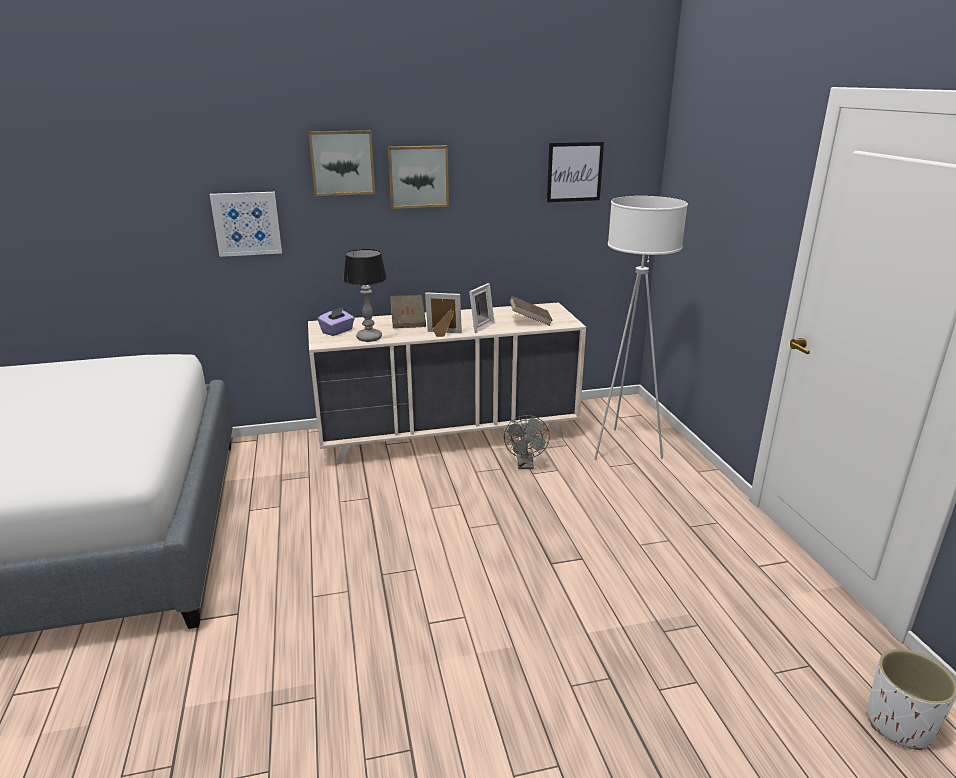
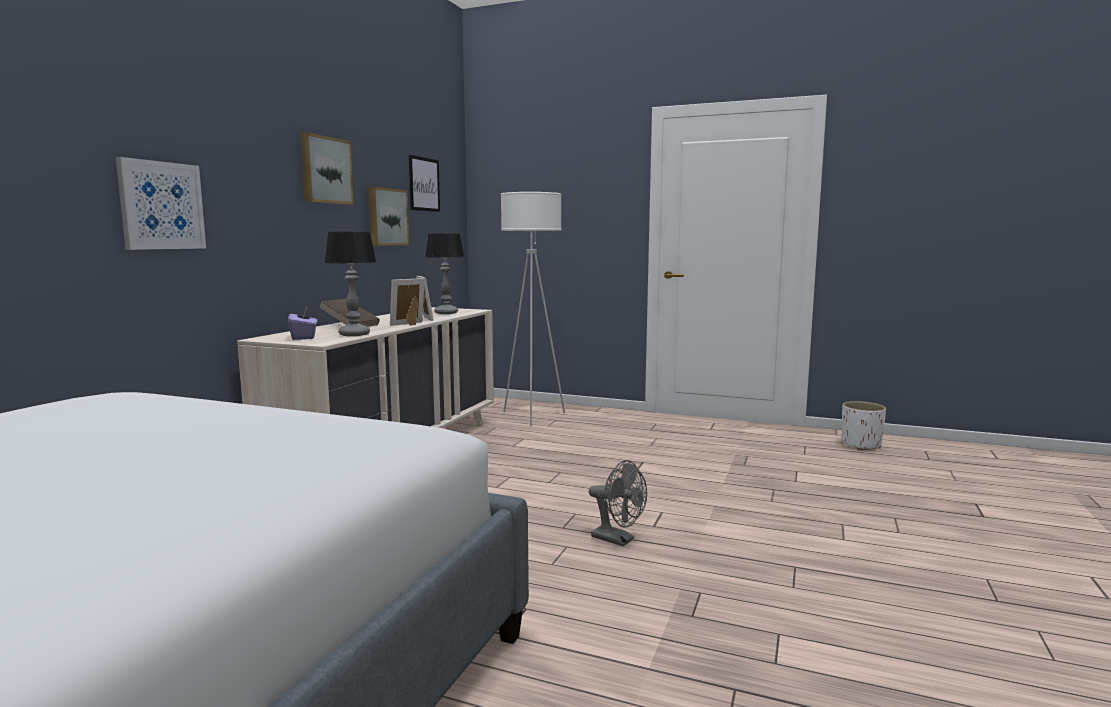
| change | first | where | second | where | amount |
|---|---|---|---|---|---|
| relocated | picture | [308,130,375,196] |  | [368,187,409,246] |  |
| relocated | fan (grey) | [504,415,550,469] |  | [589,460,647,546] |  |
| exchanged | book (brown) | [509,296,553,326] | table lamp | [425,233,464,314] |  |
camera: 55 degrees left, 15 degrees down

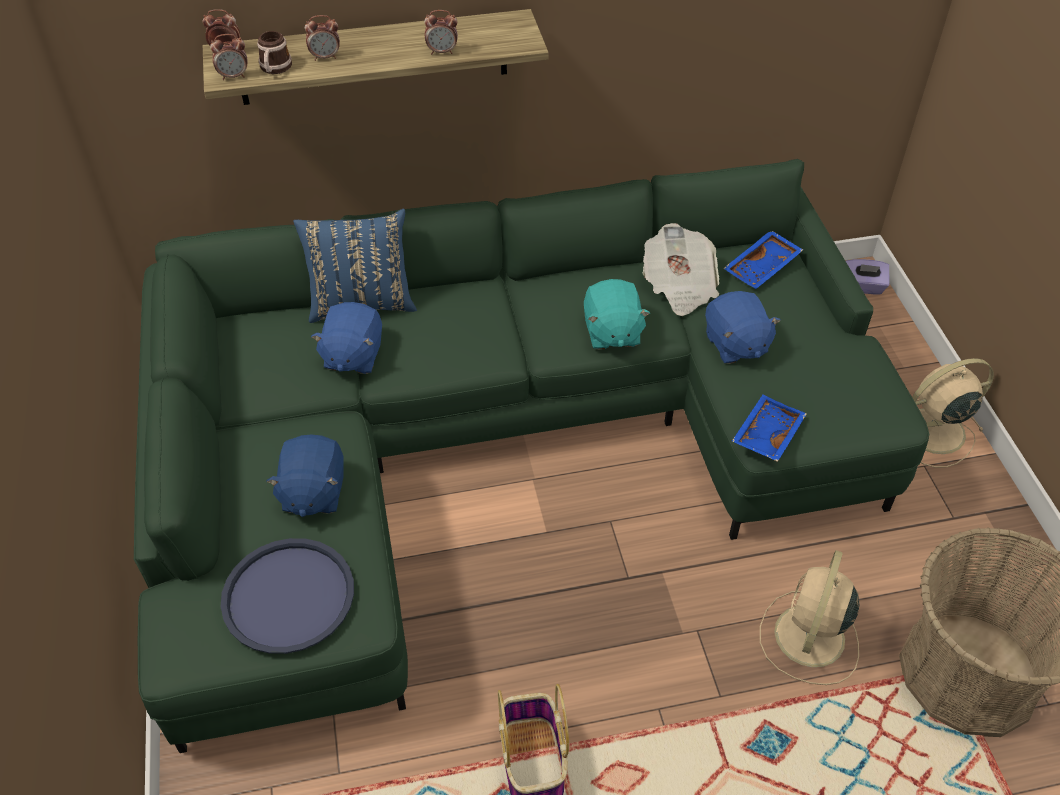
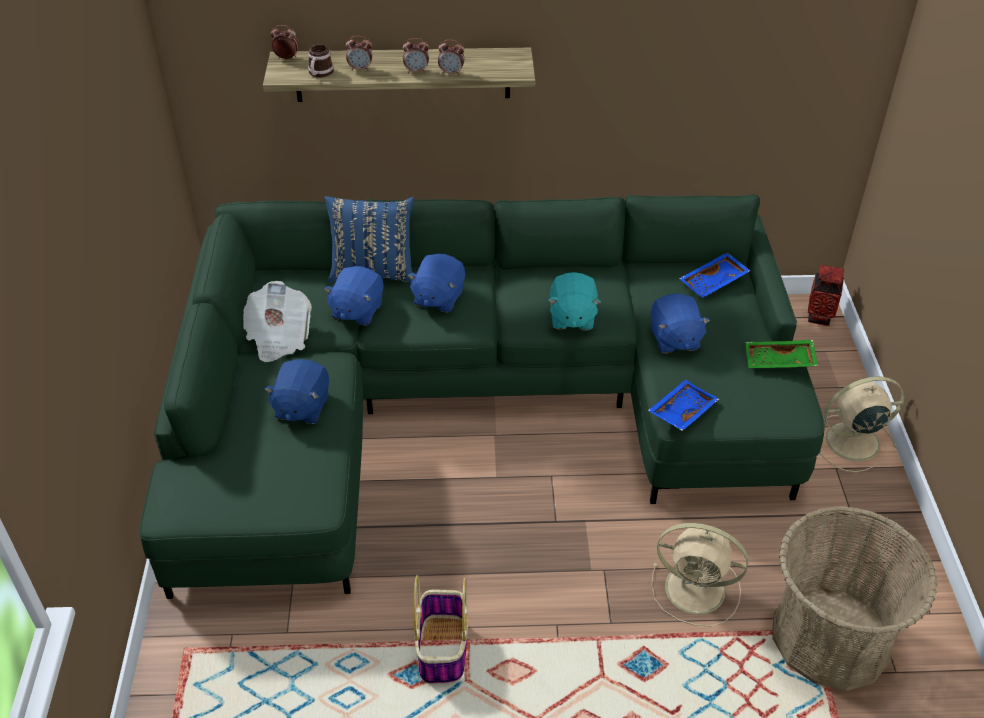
| change | first | where | second | where | amount |
|---|---|---|---|---|---|
| missing | tray (blue) | [221,538,354,654] |  |  |  |
| appeared |  |  | plush toy (blue) | [407,254,465,313] |  |
| appeared |  |  | tray (green) | [745,340,818,368] |  |
| relocated | alarm clock | [210,34,248,80] |  | [403,38,429,73] |  |
| relocated | newspaper | [642,223,719,316] |  | [243,281,312,362] |  |
| exchanged | tissue box (purple) | [846,259,890,295] | vase | [808,265,844,326] |  |
| spun | fan (beige) | [760,550,859,685] |  | [651,523,749,626] | 105 degrees counterclockwise |
camera: 10 degrees right, 5 degrees down

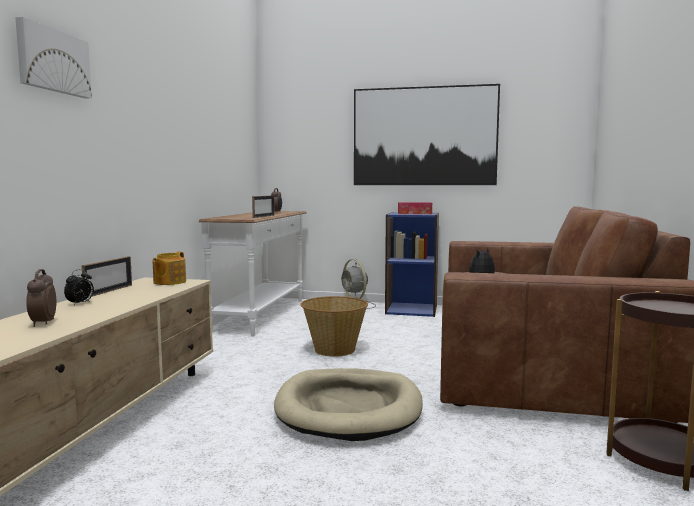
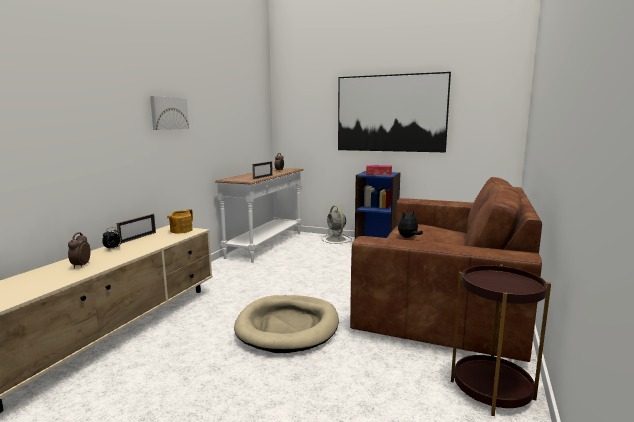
| change | first | where | second | where | amount |
|---|---|---|---|---|---|
| missing | basket | [300,296,368,357] |  |  |  |
| relocated | picture | [15,17,92,99] |  | [150,96,189,130] |  |
camera: 10 degrees right, 5 degrees up

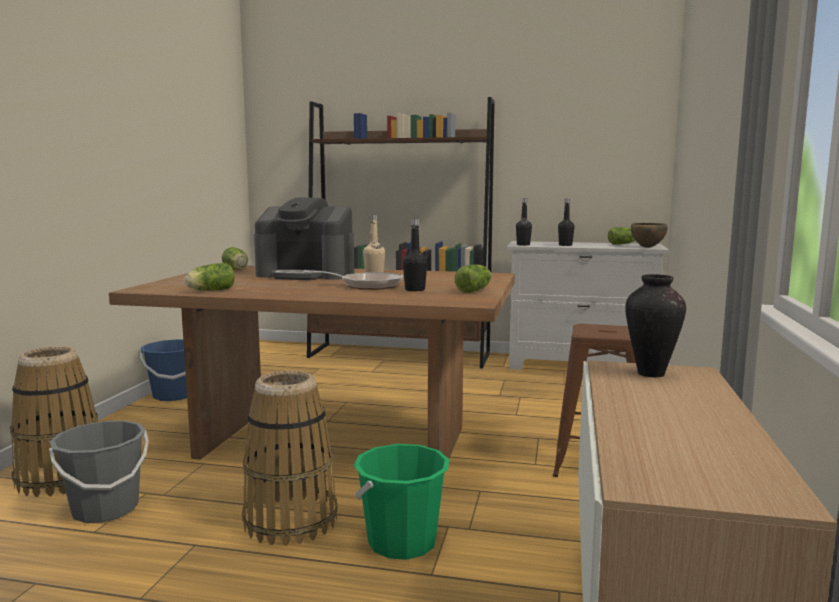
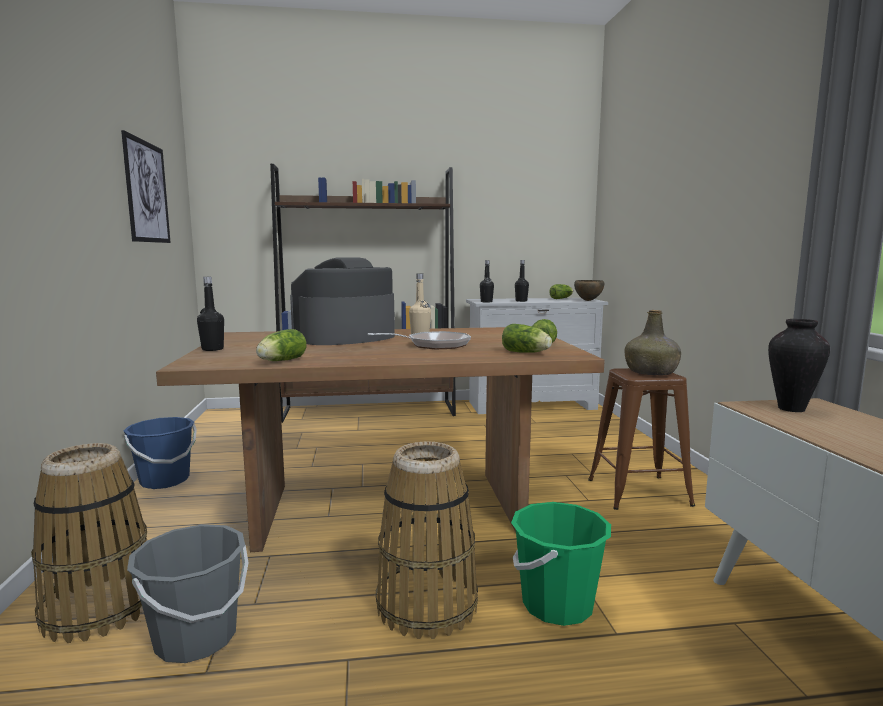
| change | first | where | second | where | amount |
|---|---|---|---|---|---|
| appeared |  |  | picture | [121,130,171,243] |  |
| appeared |  |  | bottle (green) | [625,310,681,375] |  |
| relocated | lettuce | [222,247,248,270] |  | [502,324,552,353] |  |
| relocated | bottle (black) | [403,219,427,291] |  | [197,277,224,351] |  |
| spun | coffee machine | [254,198,354,280] |  | [290,257,395,345] | 150 degrees clockwise |
camera: 20 degrees left, 0 degrees up

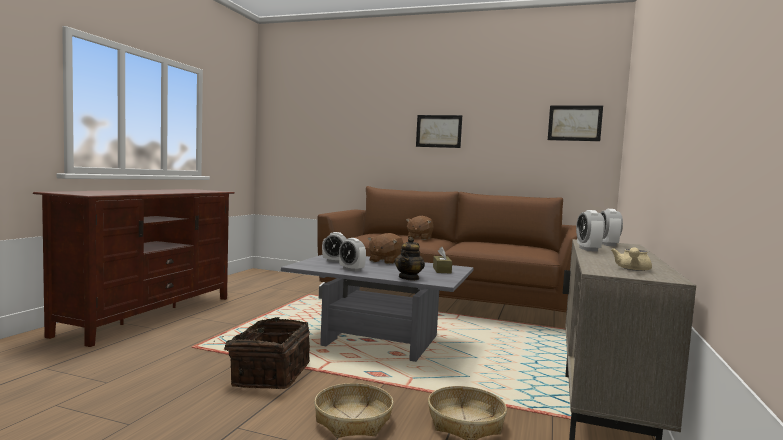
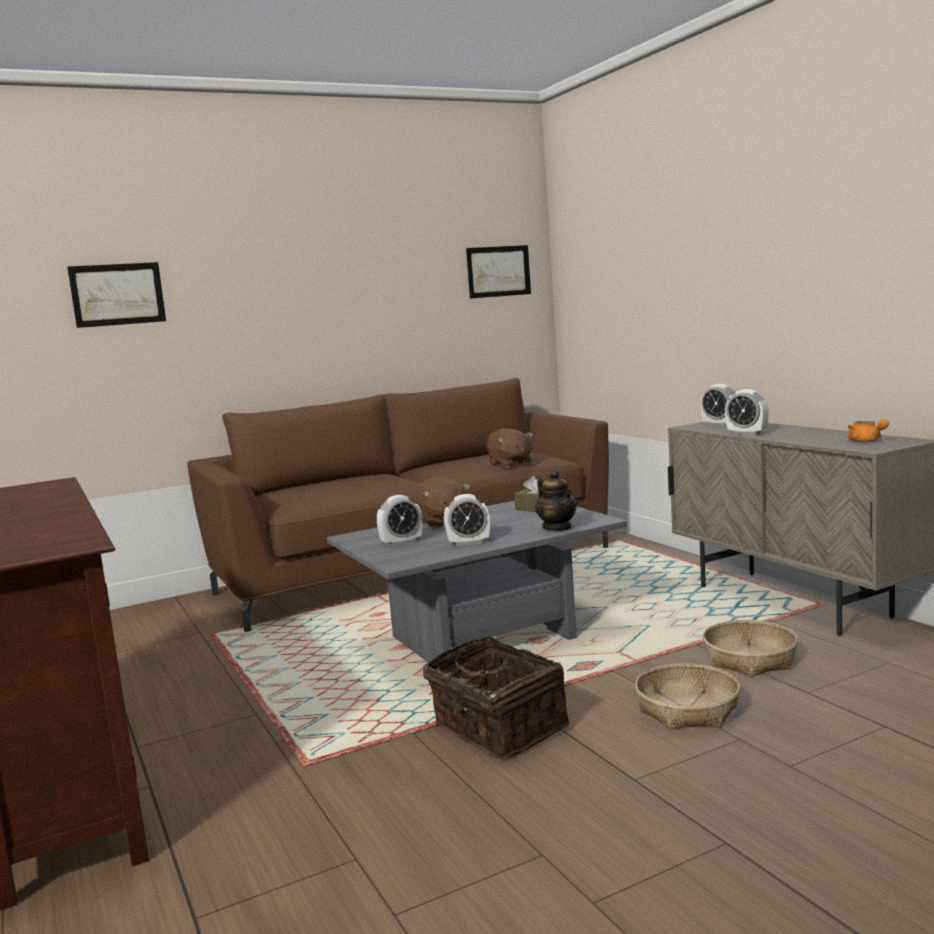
| change | first | where | second | where | amount |
|---|---|---|---|---|---|
| relocated | plush toy (brown) | [406,216,434,240] |  | [486,428,533,468] |  |
| relocated | picture | [416,115,462,148] |  | [67,262,166,328] |  |
| colour | teapot (beige) | [611,247,652,271] | teapot (orange) | [848,419,889,442] |  |
camera: 45 degrees left, 5 degrees up

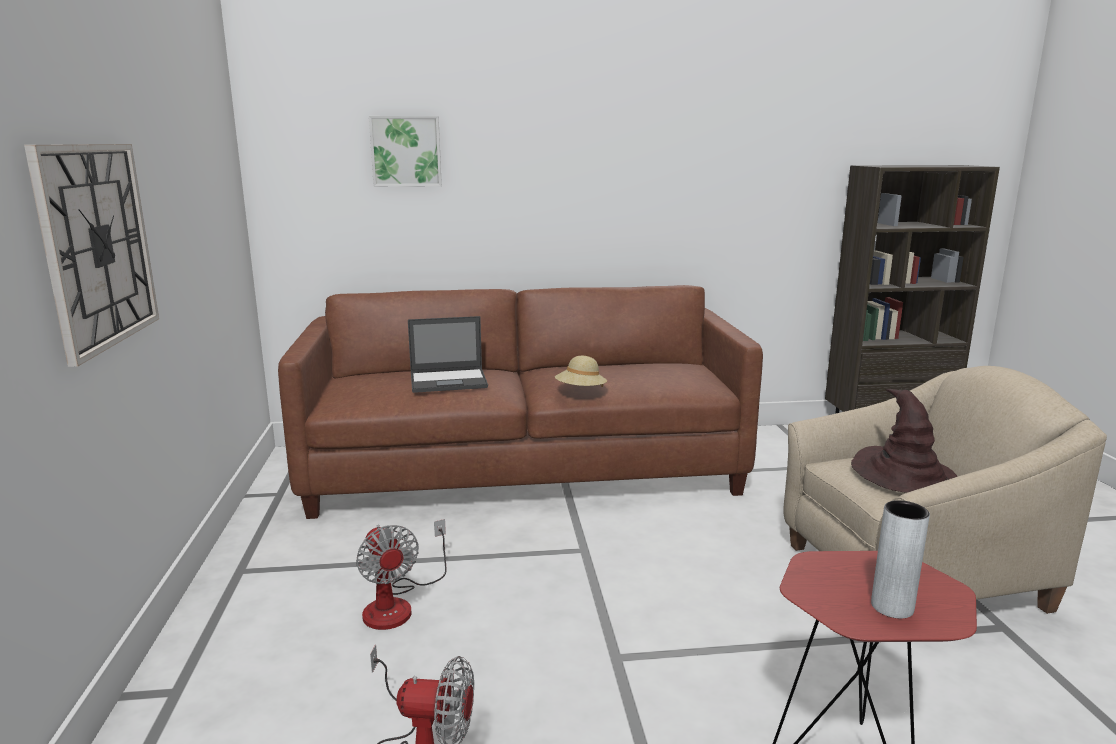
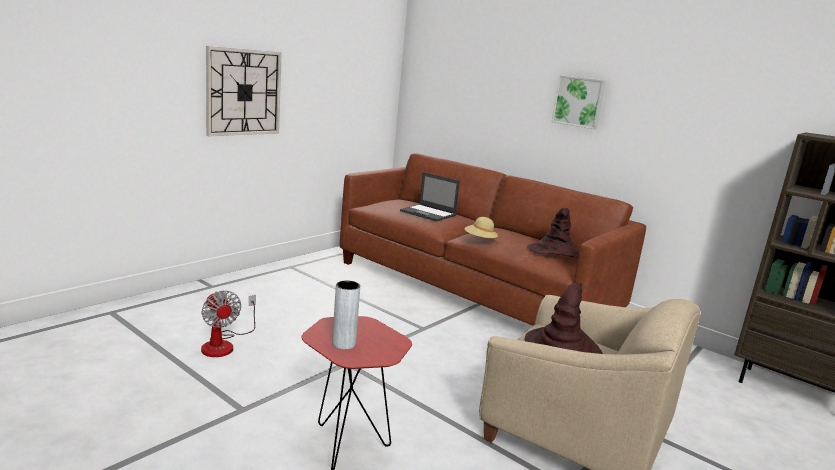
| change | first | where | second | where | amount |
|---|---|---|---|---|---|
| missing | fan | [356,519,447,630] |  |  |  |
| appeared |  |  | hat (brown) | [527,208,580,258] |  |
| relocated | picture | [369,116,442,187] |  | [552,75,606,129] |  |
camera: 45 degrees right, 0 degrees up

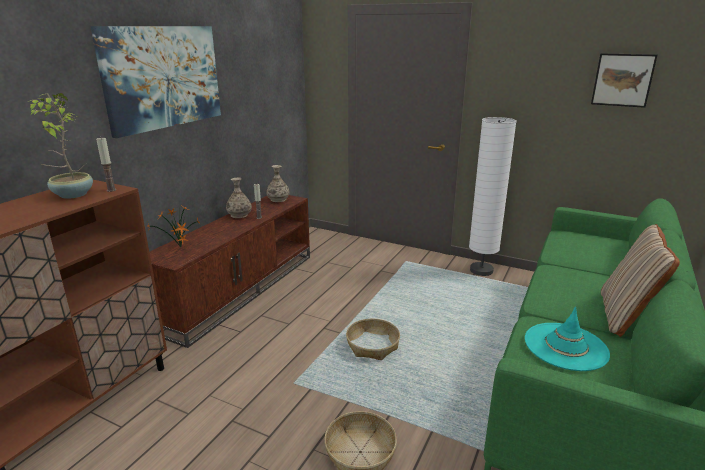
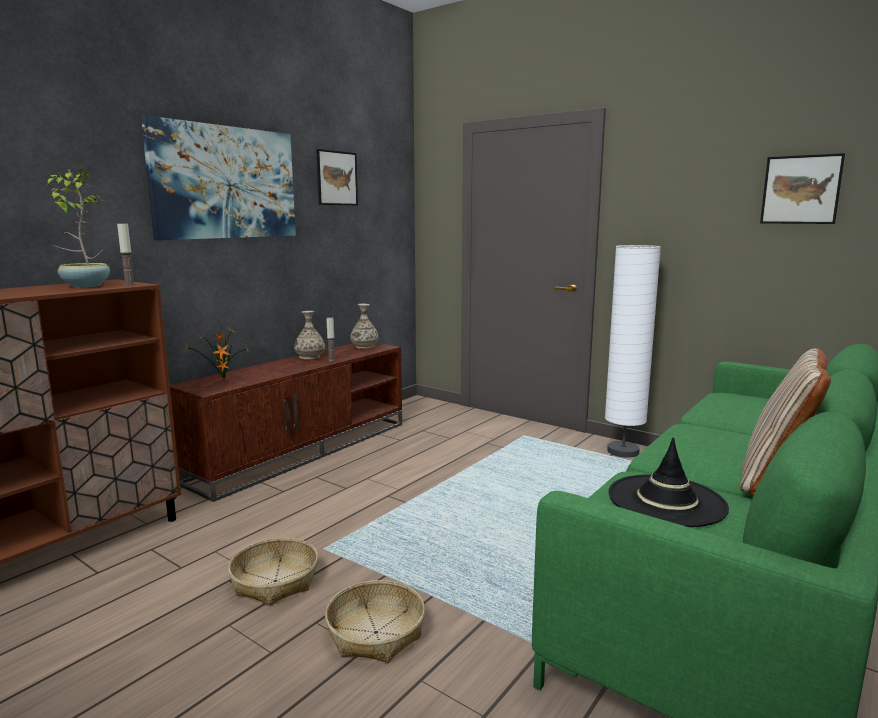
| change | first | where | second | where | amount |
|---|---|---|---|---|---|
| appeared |  |  | picture | [316,149,358,205] |  |
| relocated | basket | [346,319,400,360] |  | [228,538,318,606] |  |
| colour | hat (turquoise) | [525,307,610,371] | hat (black) | [609,437,729,527] |  |
camera: 10 degrees right, 10 degrees down

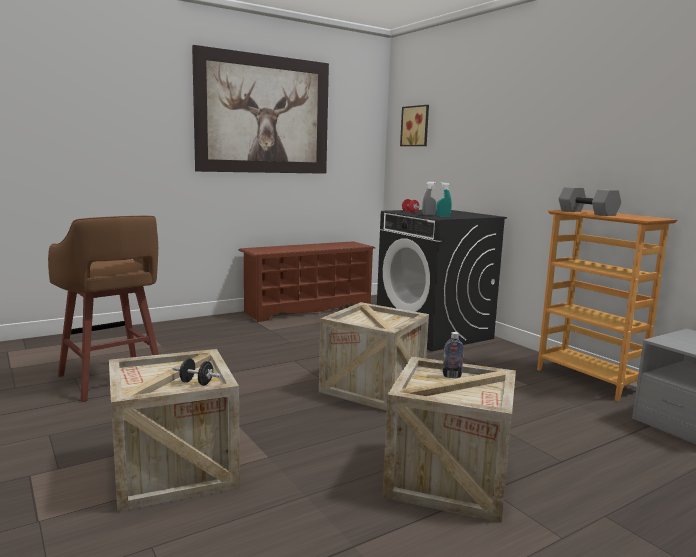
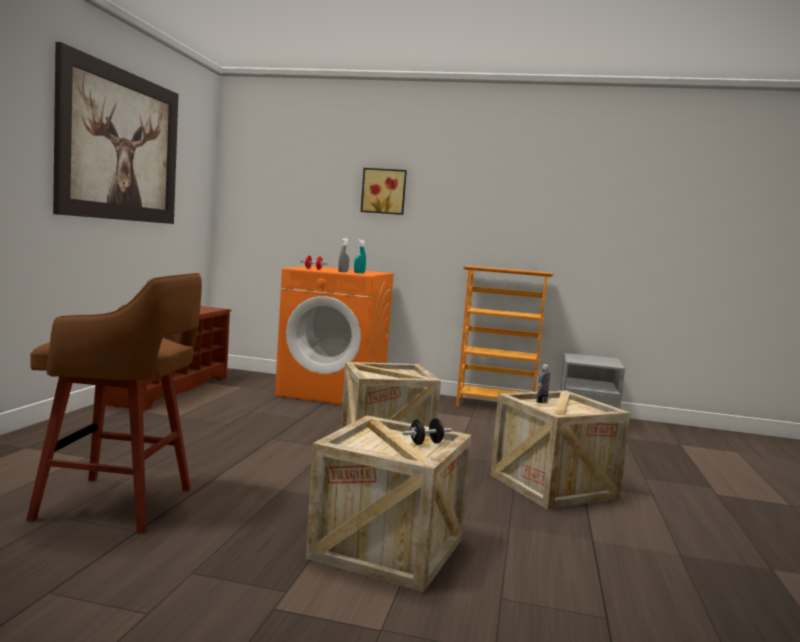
| change | first | where | second | where | amount |
|---|---|---|---|---|---|
| missing | dumbbell (grey) | [559,187,621,216] |  |  |  |
| relocated | picture | [400,105,429,146] |  | [361,168,407,215] |  |
| colour | washing machine (black) | [377,209,507,351] | washing machine (orange) | [275,266,394,404] |  |
camera: 45 degrees left, 5 degrees down

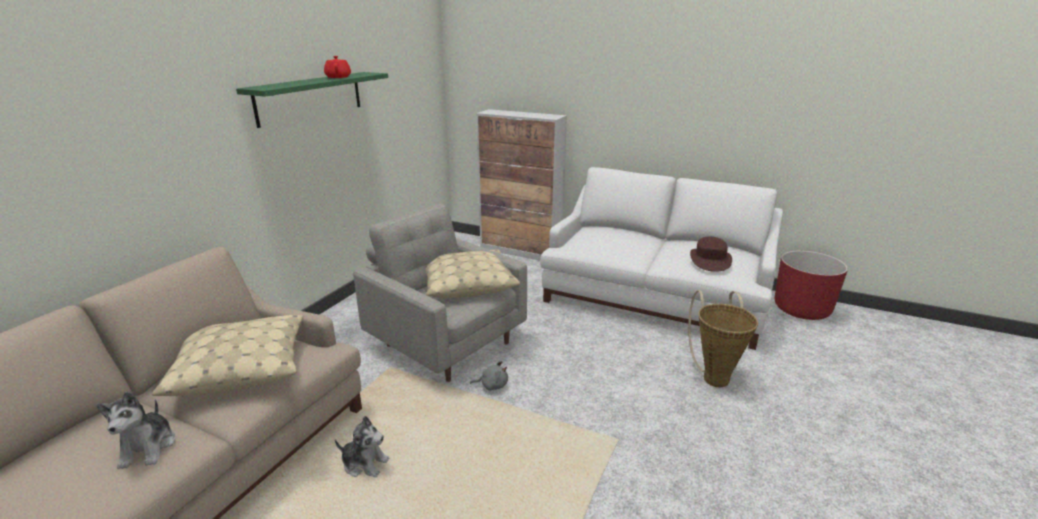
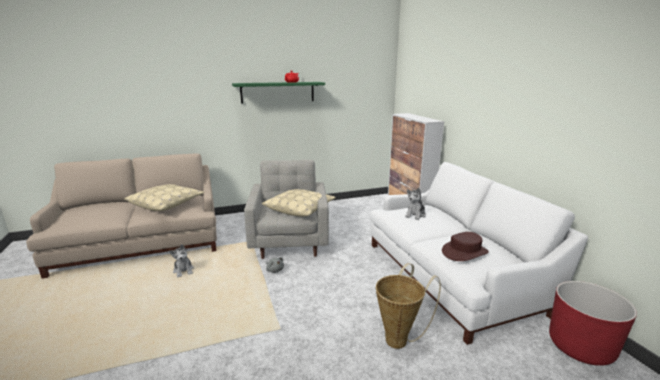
| change | first | where | second | where | amount |
|---|---|---|---|---|---|
| relocated | plush toy | [96,391,175,469] |  | [405,187,426,220] |  |
camera: 45 degrees right, 5 degrees down

